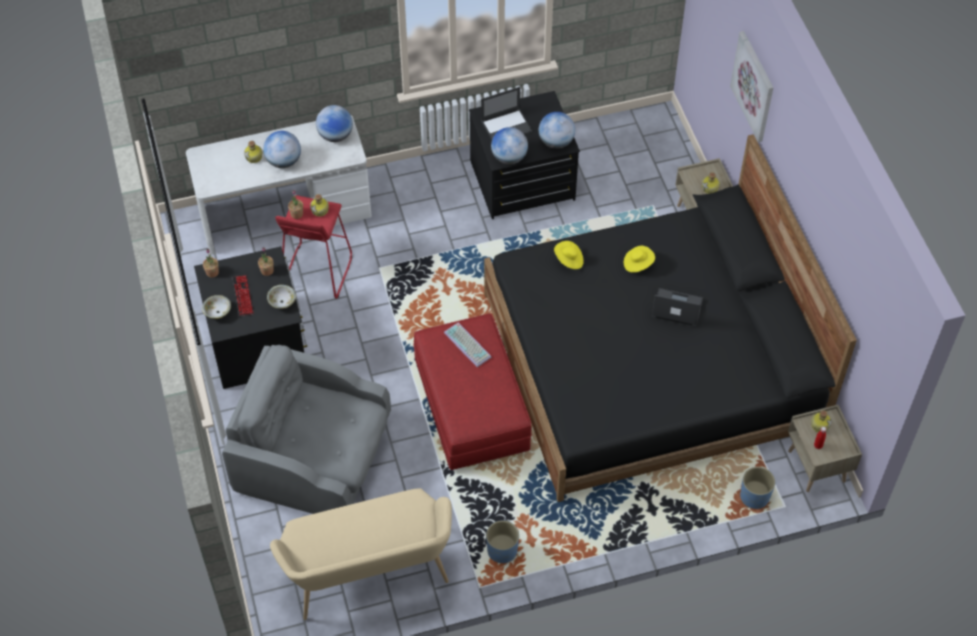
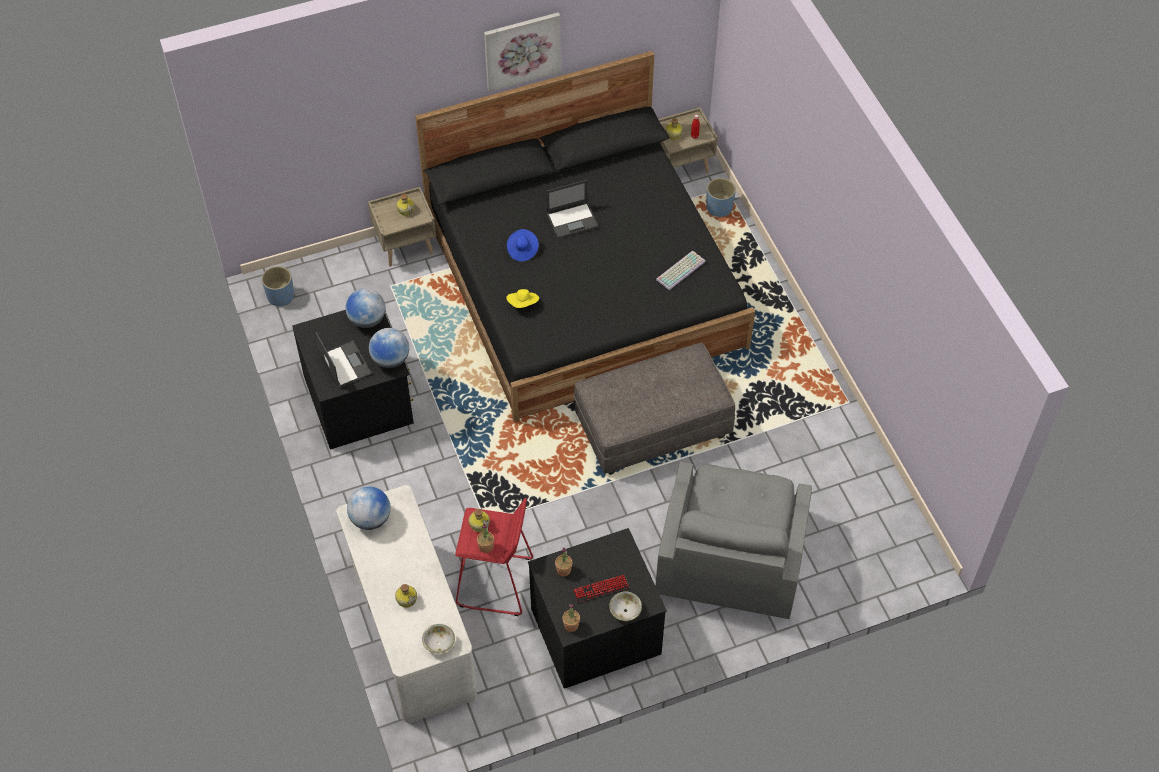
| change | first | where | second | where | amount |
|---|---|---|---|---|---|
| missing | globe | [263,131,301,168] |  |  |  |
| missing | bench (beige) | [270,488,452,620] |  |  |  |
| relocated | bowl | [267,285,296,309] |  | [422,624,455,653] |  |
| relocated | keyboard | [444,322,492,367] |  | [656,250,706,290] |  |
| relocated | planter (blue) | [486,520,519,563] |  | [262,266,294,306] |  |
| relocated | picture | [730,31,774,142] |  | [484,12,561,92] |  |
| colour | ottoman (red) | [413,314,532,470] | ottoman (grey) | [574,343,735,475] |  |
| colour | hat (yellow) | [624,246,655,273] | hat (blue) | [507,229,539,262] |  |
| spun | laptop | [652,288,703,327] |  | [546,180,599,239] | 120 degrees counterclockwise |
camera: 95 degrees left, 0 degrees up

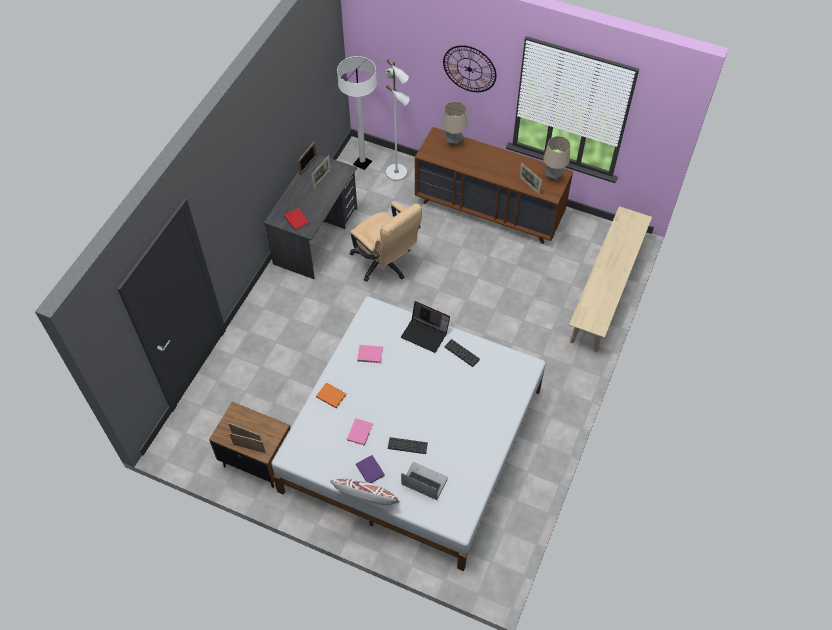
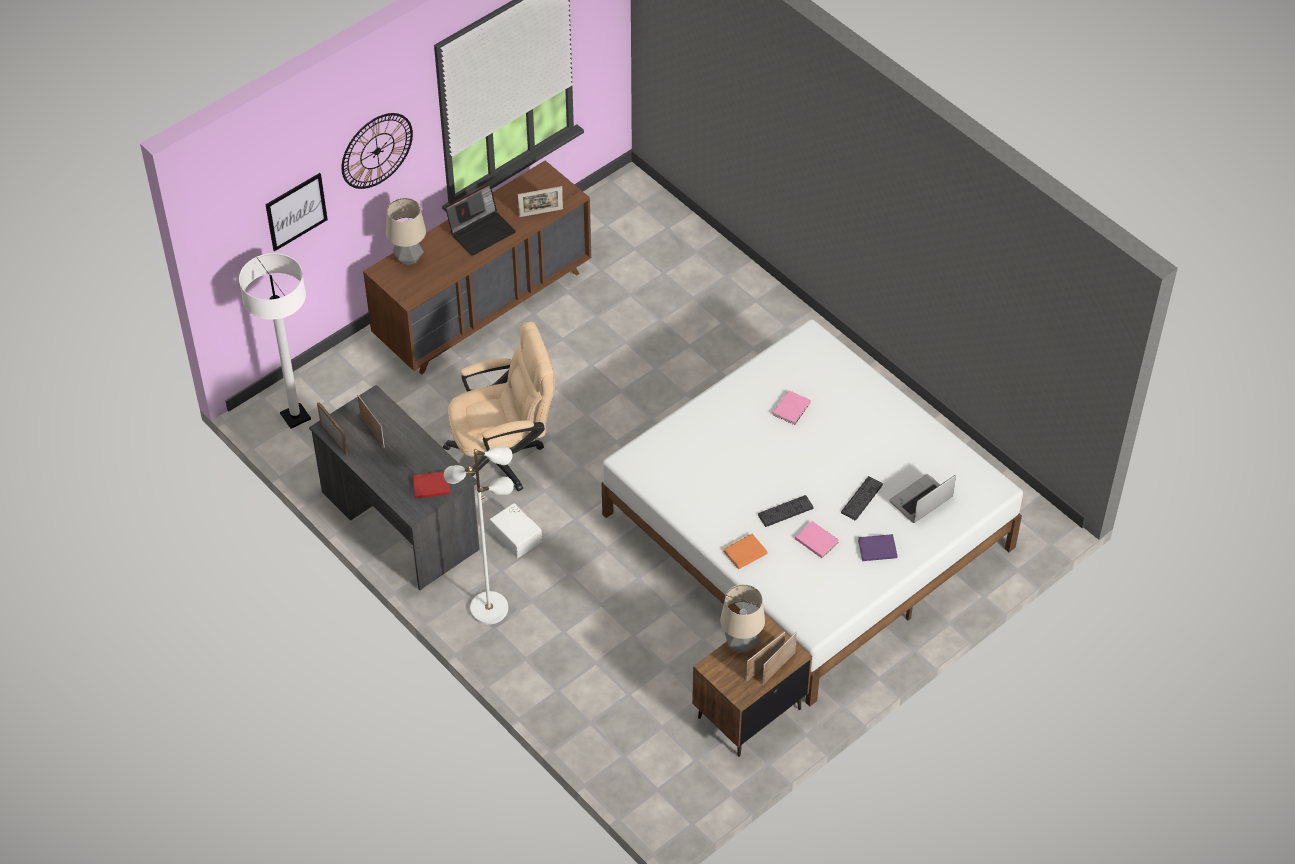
| change | first | where | second | where | amount |
|---|---|---|---|---|---|
| missing | pillow (white) | [330,479,399,505] |  |  |  |
| missing | bench (beige) | [569,206,652,353] |  |  |  |
| appeared |  |  | picture | [265,173,328,252] |  |
| appeared |  |  | storage box (white) | [490,503,542,558] |  |
| relocated | book (pink) | [357,345,383,363] |  | [772,390,811,425] |  |
| relocated | floor lamp (white) | [386,59,409,181] |  | [444,447,514,625] |  |
| relocated | laptop | [401,301,450,353] |  | [445,184,516,256] |  |
| relocated | keyboard | [444,339,480,367] |  | [758,495,814,527] |  |
| relocated | table lamp | [543,136,570,181] |  | [720,584,765,653] |  |
camera: 65 degrees left, 5 degrees down

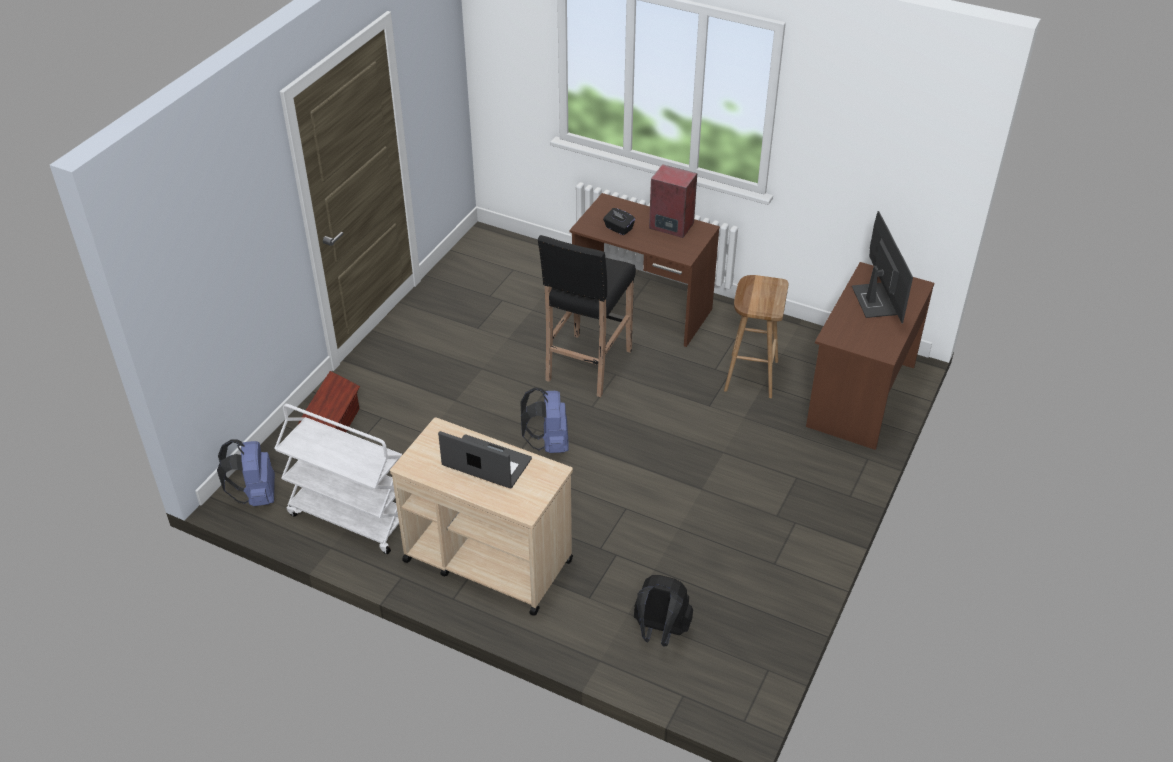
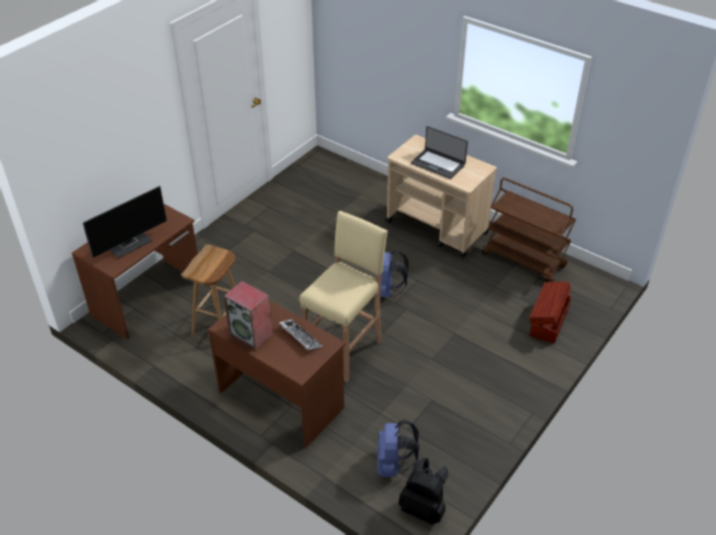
| change | first | where | second | where | amount |
|---|---|---|---|---|---|
| relocated | backpack (blue) | [217,440,275,506] |  | [377,420,419,477] |  |
| relocated | backpack (black) | [634,575,693,647] |  | [399,457,449,525] |  |
| exchanged | tissue box (black) | [603,208,635,235] | keyboard | [279,319,322,350] |  |
| colour | cart (white) | [274,404,402,554] | cart (brown) | [482,178,576,282] |  |
| colour | stool (black) | [538,235,636,397] | stool (beige) | [299,211,388,382] |  |
| spun | monitor | [852,211,913,323] |  | [83,186,167,258] | 135 degrees counterclockwise |
camera: 170 degrees left, 0 degrees up

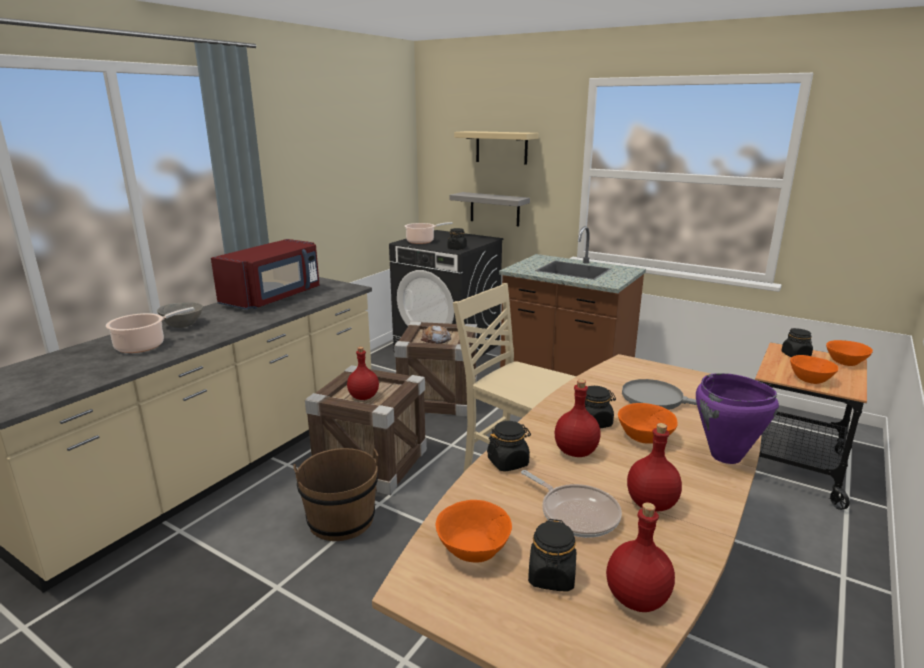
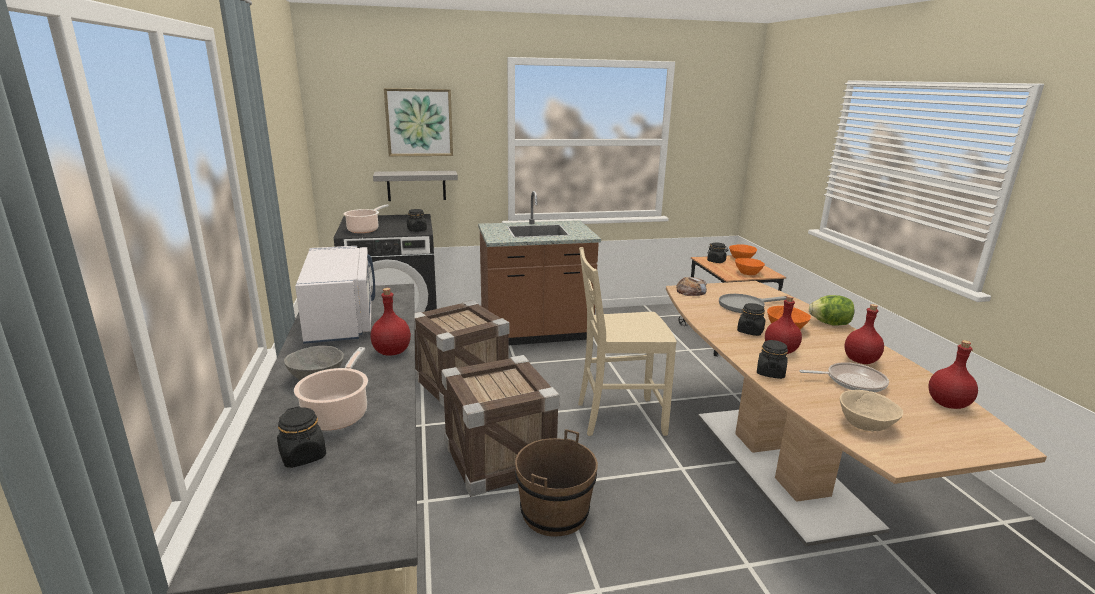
| change | first | where | second | where | amount |
|---|---|---|---|---|---|
| relocated | bottle (red) | [347,347,379,400] |  | [371,288,411,355] |  |
| relocated | bread | [421,325,451,344] |  | [676,277,707,296] |  |
| relocated | jar (black) | [528,519,576,592] |  | [277,406,326,468] |  |
| exchanged | shelf (beige) | [454,131,539,165] | picture | [384,88,453,156] |  |
| exchanged | cooking pot (purple) | [696,373,779,464] | lettuce | [809,295,854,326] |  |
| colour | microwave (red) | [211,239,319,310] | microwave (white) | [295,246,375,344] |  |
| colour | bowl (orange) | [436,500,512,563] | bowl (beige) | [840,390,903,431] |  |
camera: 45 degrees left, 0 degrees up

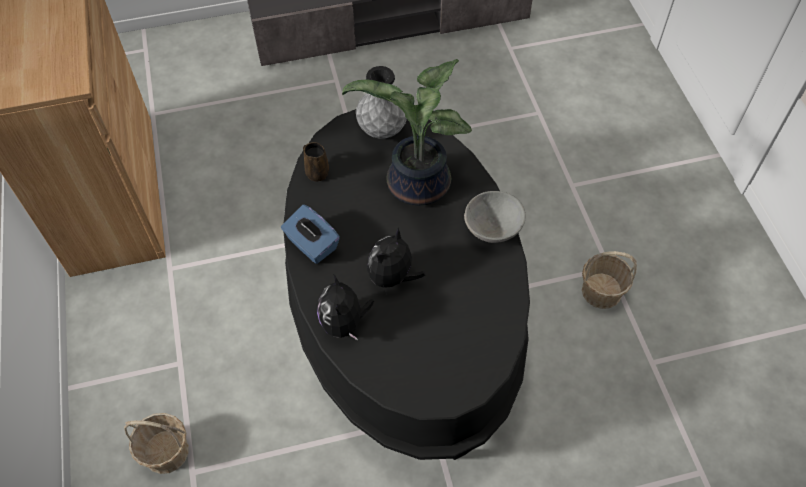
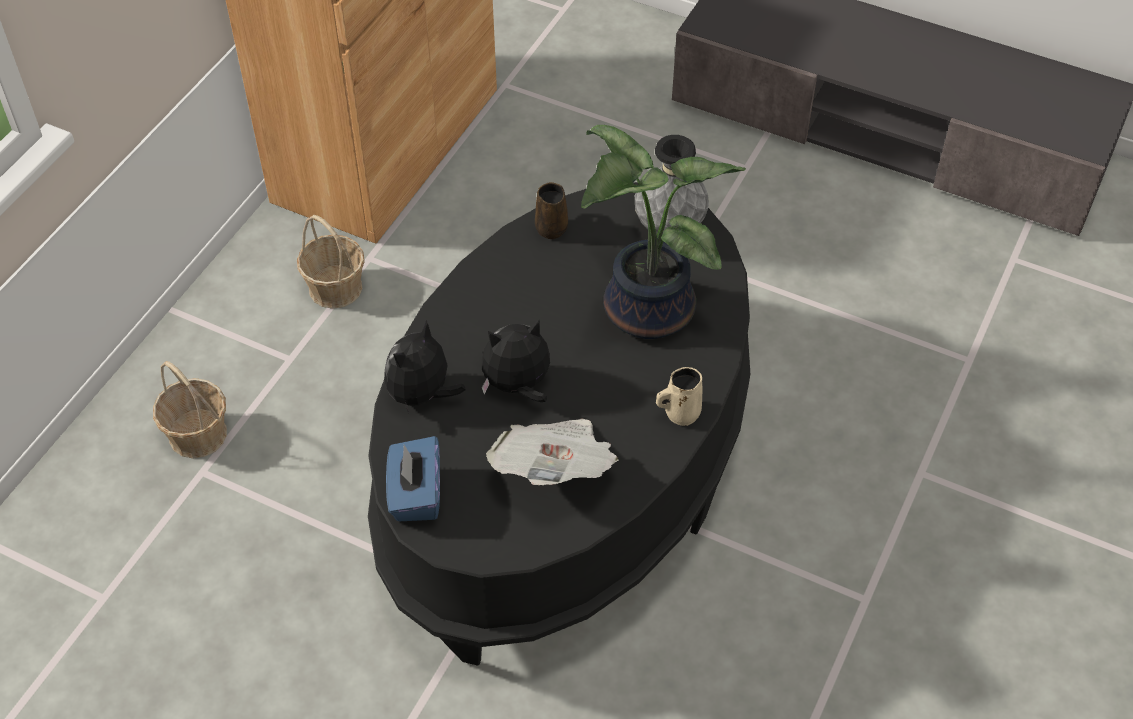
| change | first | where | second | where | amount |
|---|---|---|---|---|---|
| appeared |  |  | newspaper | [486,418,619,485] |  |
| relocated | tissue box (blue) | [281,205,340,264] |  | [386,436,440,521] |  |
| relocated | basket | [582,251,637,309] |  | [297,215,365,309] |  |
| exchanged | bowl (grey) | [464,191,526,243] | mug (beige) | [656,367,702,426] |  |
camera: 40 degrees right, 5 degrees down

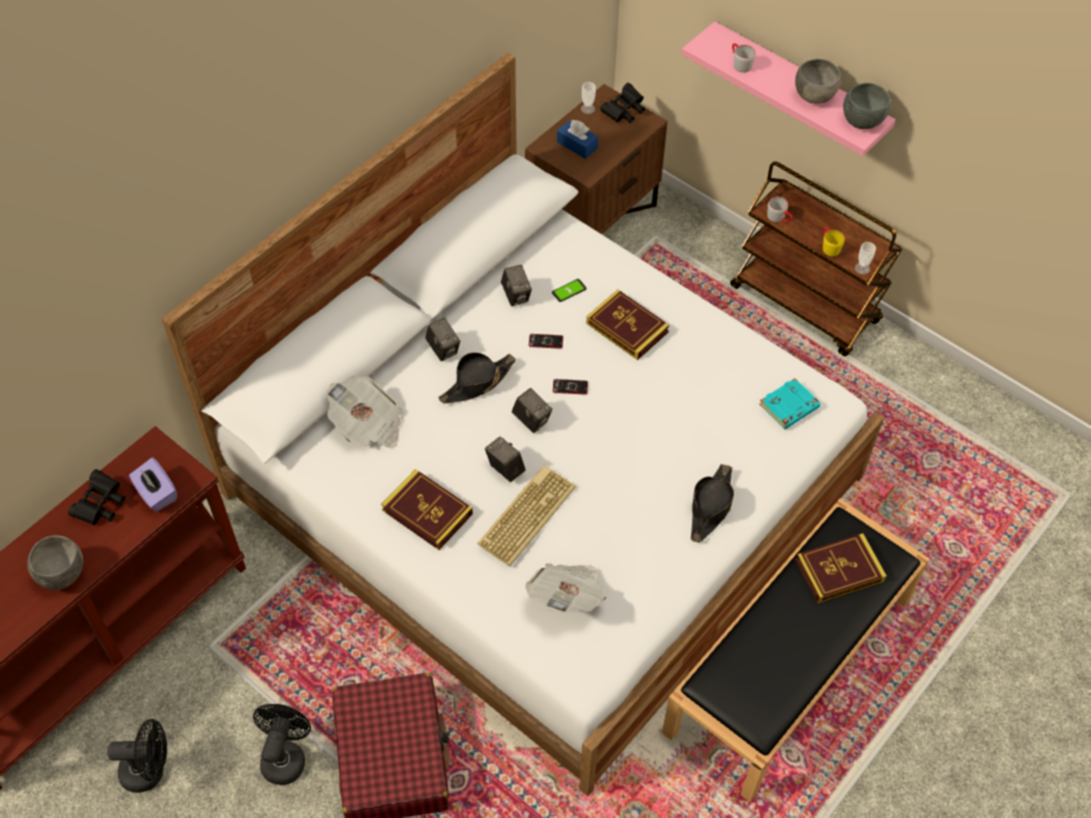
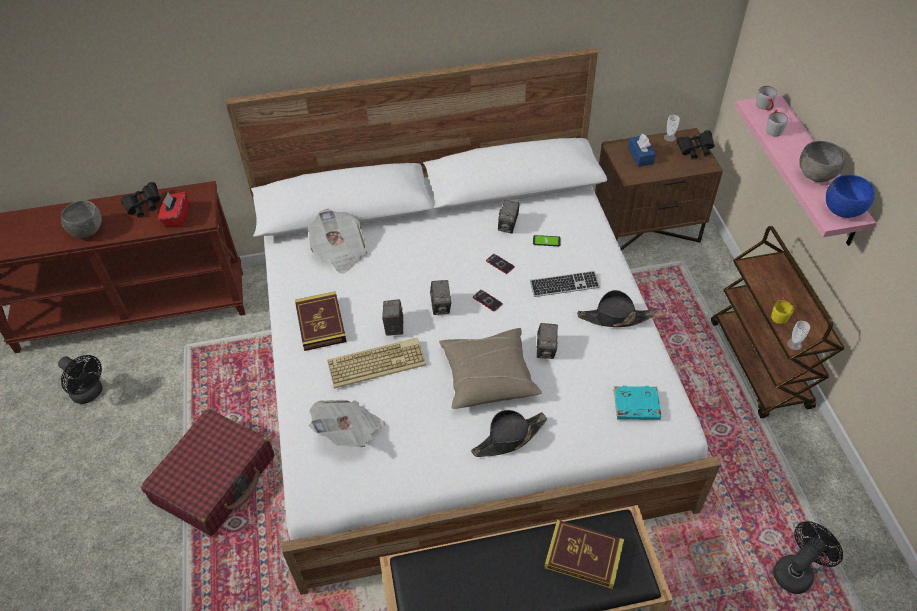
| change | first | where | second | where | amount |
|---|---|---|---|---|---|
| appeared |  |  | pillow (beige) | [439,328,542,409] |  |
| relocated | fan (black) | [253,704,311,785] |  | [773,521,843,594] |  |
| relocated | photo camera | [425,318,460,361] |  | [537,323,558,359] |  |
| relocated | hat (black) | [439,352,516,403] |  | [577,290,654,327] |  |
| relocated | mug (grey) | [767,197,793,222] |  | [756,86,777,111] |  |
| exchanged | book | [586,290,669,360] | keyboard | [530,271,600,297] |  |
| colour | tissue box (purple) | [129,458,177,512] | tissue box (red) | [158,192,189,227] |  |
| colour | bowl (grey) | [843,83,891,129] | bowl (blue) | [826,175,875,218] |  |
camera: 40 degrees right, 5 degrees down

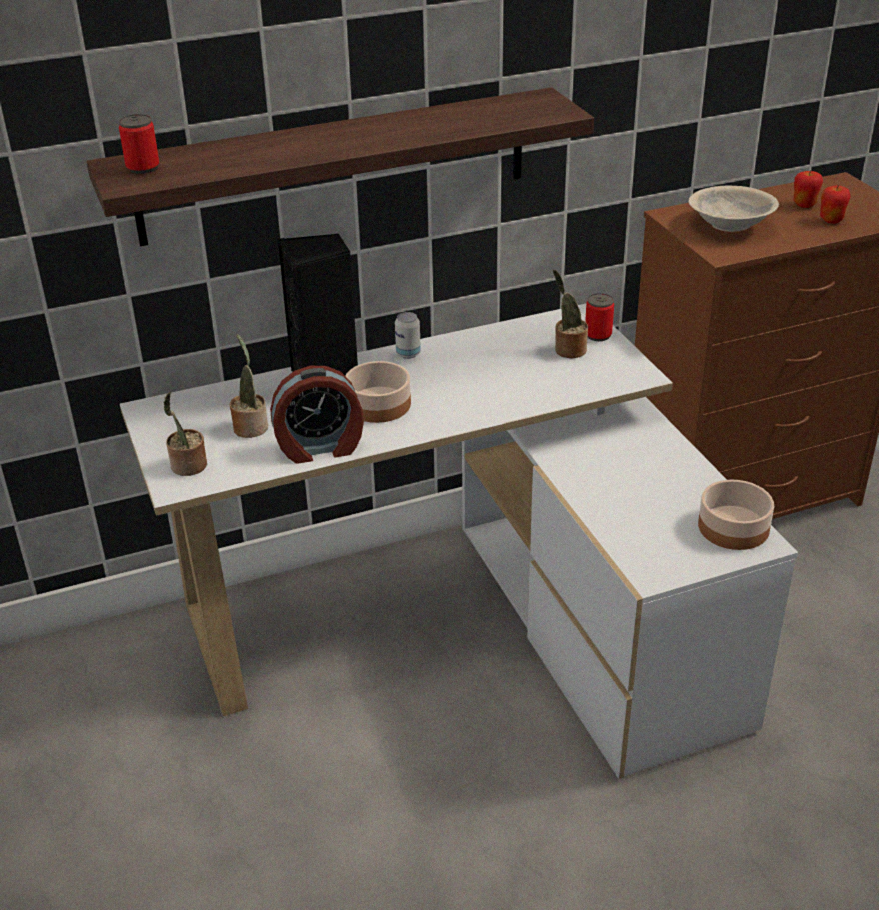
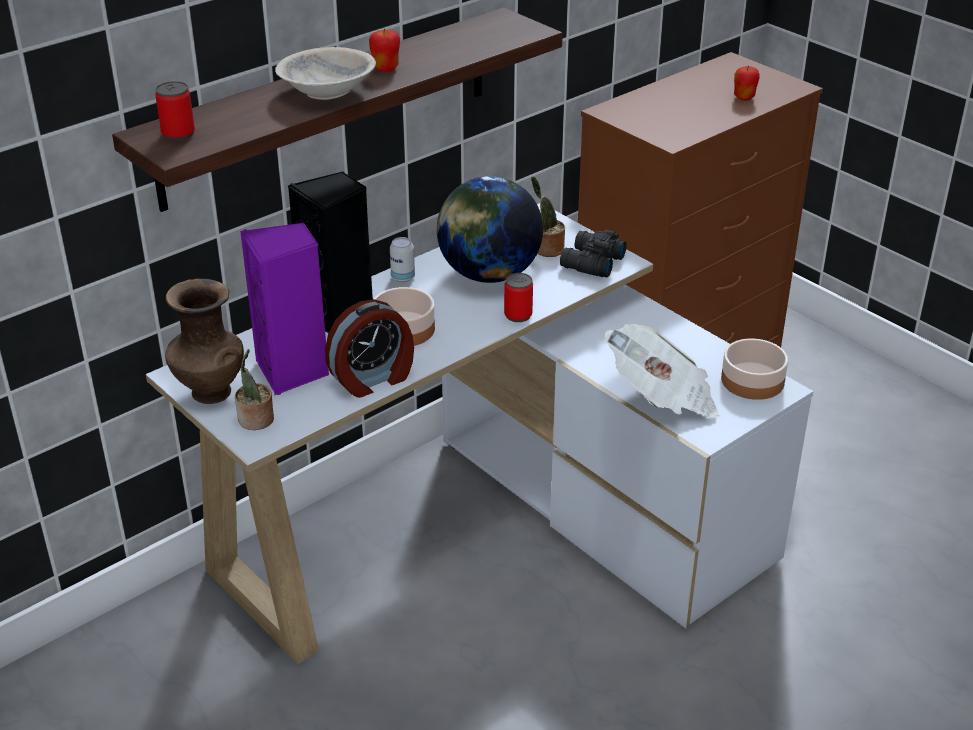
| change | first | where | second | where | amount |
|---|---|---|---|---|---|
| appeared |  |  | vase (brown) | [165,279,244,404] |  |
| appeared |  |  | globe | [437,176,543,283] |  |
| appeared |  |  | binoculars (black) | [560,230,627,277] |  |
| appeared |  |  | newspaper | [605,324,719,418] |  |
| relocated | can | [585,293,614,341] |  | [504,273,533,322] |  |
| relocated | bowl (beige) | [688,186,779,232] |  | [275,47,376,100] |  |
| relocated | apple | [794,170,823,208] |  | [369,28,400,72] |  |
| exchanged | potted plant | [230,334,268,438] | speaker (purple) | [240,223,329,395] |  |
camera: 20 degrees left, 0 degrees up

